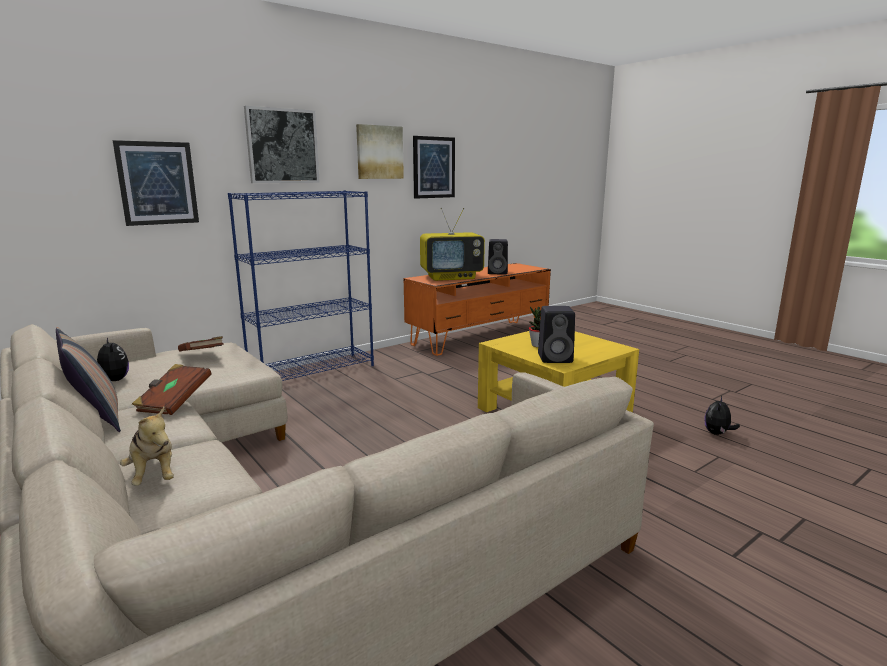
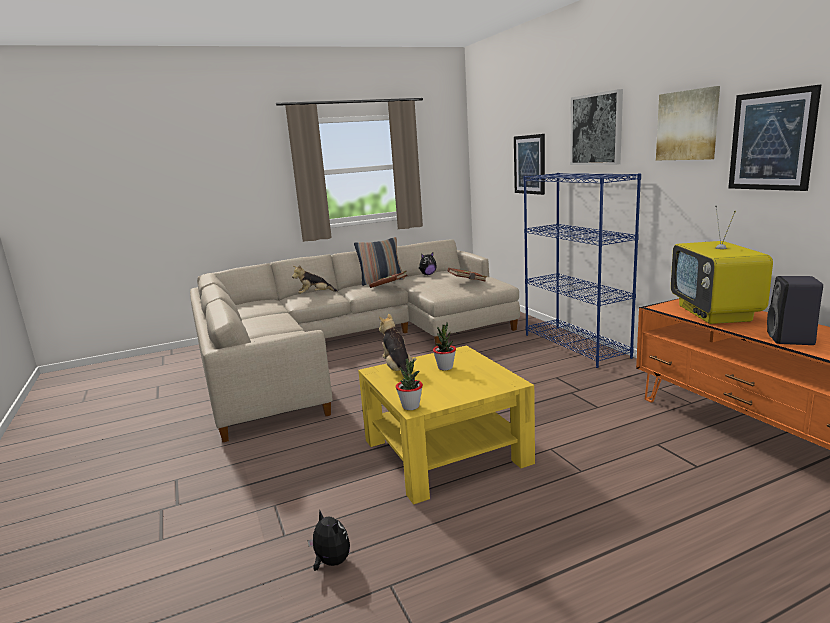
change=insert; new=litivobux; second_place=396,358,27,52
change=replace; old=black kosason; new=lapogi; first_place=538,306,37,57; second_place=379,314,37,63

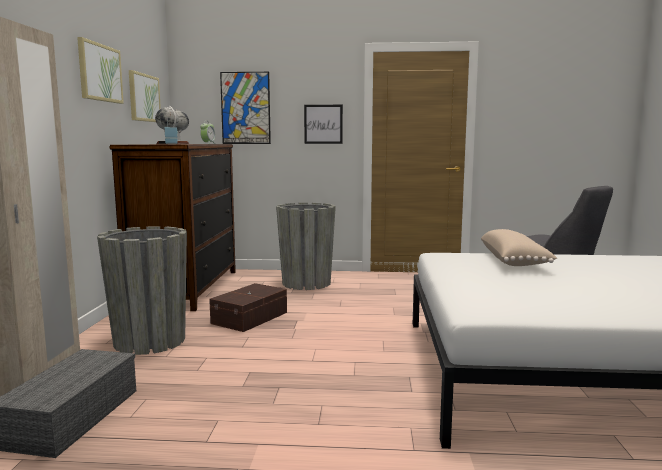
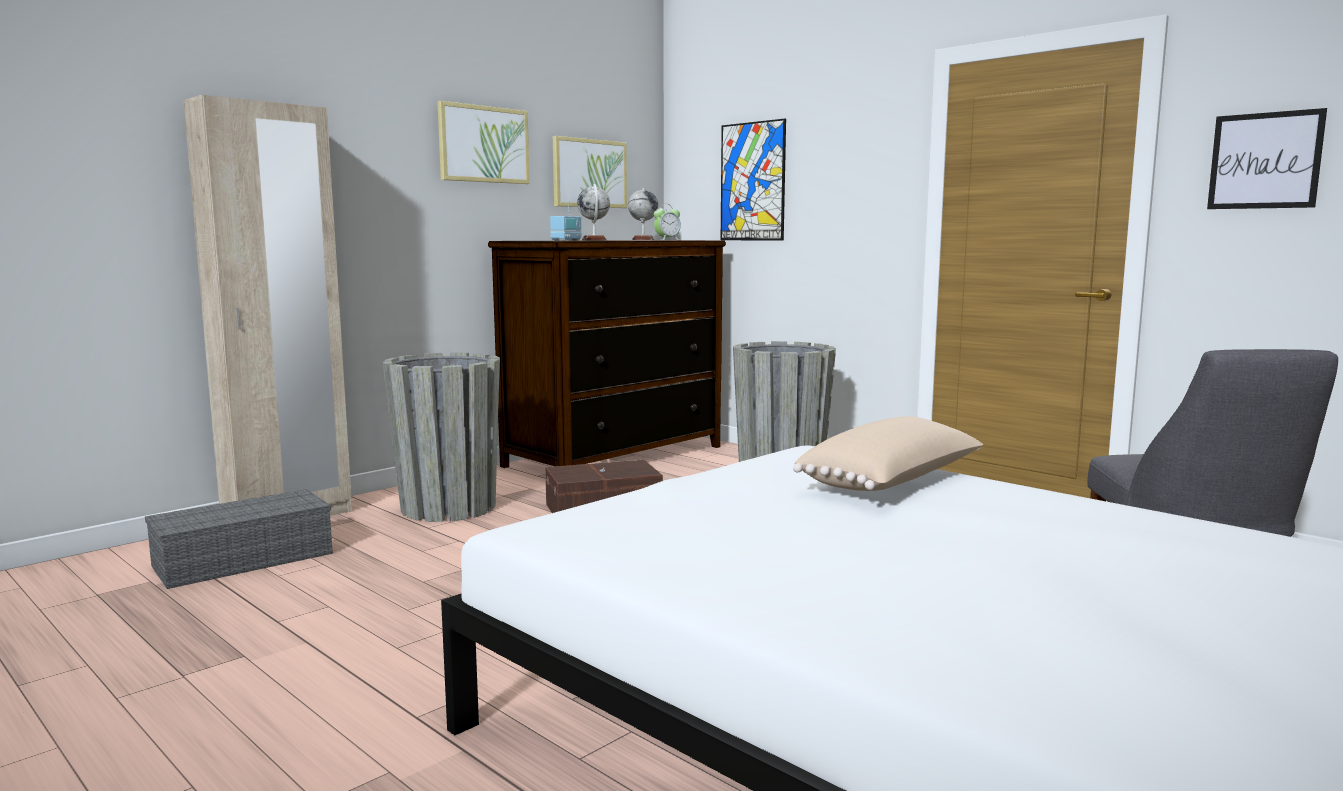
change=move; old=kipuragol; first_place=304,105,39,39; second_place=1207,108,120,101

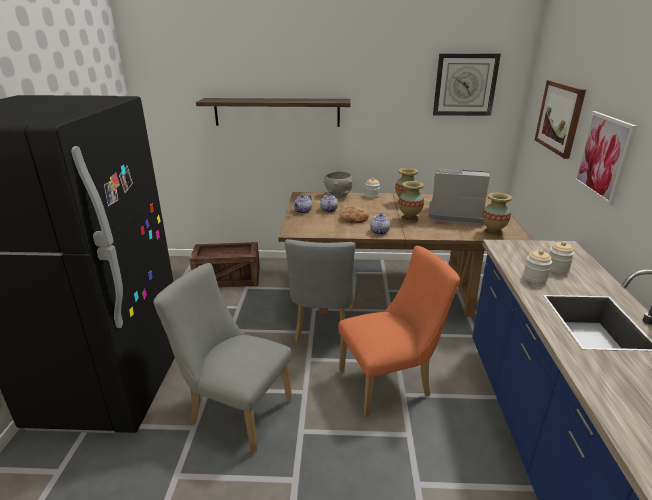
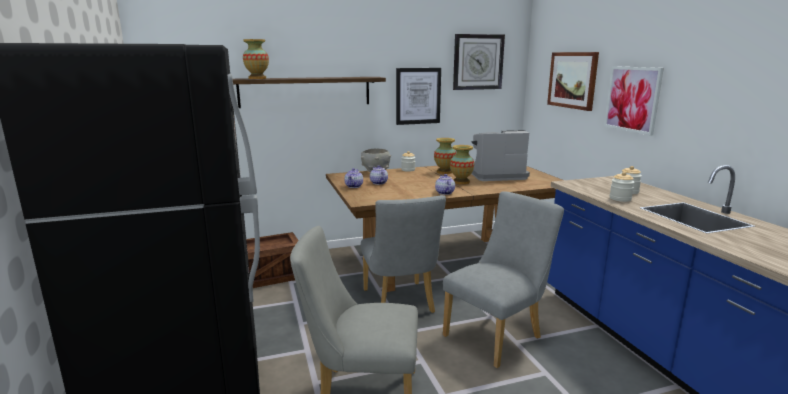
change=delete; old=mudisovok; first_place=340,206,29,17
change=insert; new=kipuragol; second_place=396,68,45,57
change=move; old=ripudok; first_place=482,193,30,45; second_place=243,39,26,40
change=recolor; old=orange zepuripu; new=grey zepuripu; first_place=338,246,122,171; second_place=443,191,121,177

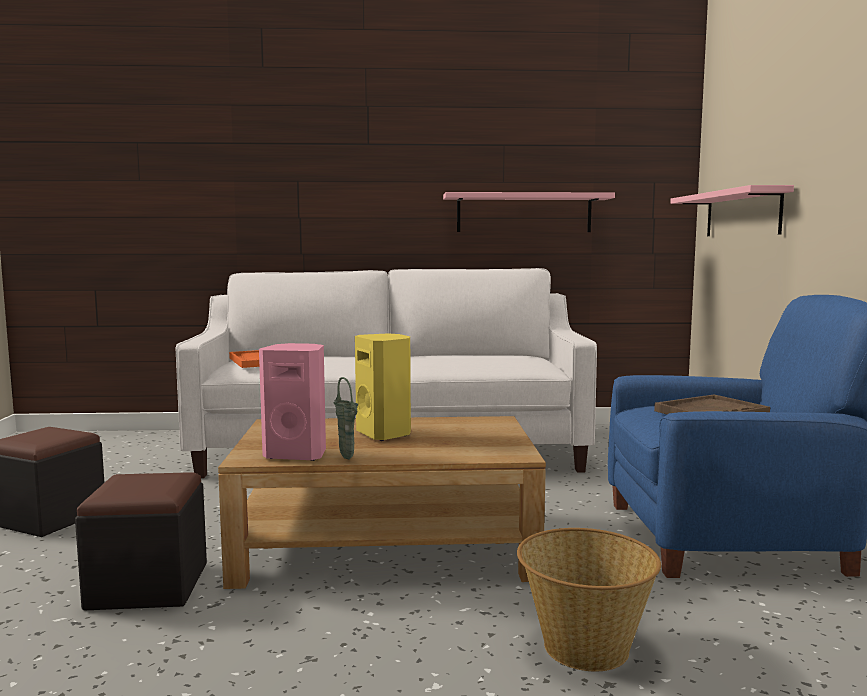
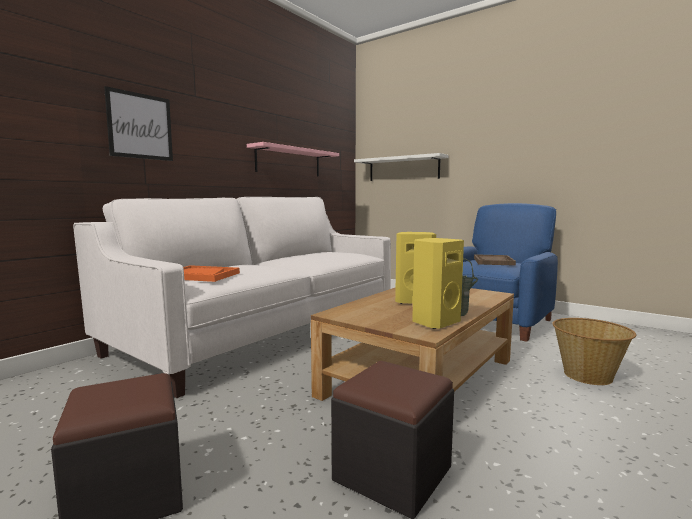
change=insert; new=kipuragol; second_place=104,86,69,75
change=recolor; old=pink kosason; new=yellow kosason; first_place=259,343,67,118; second_place=412,238,52,91
change=recolor; old=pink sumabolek; new=white sumabolek; first_place=670,185,124,51; second_place=354,153,95,28

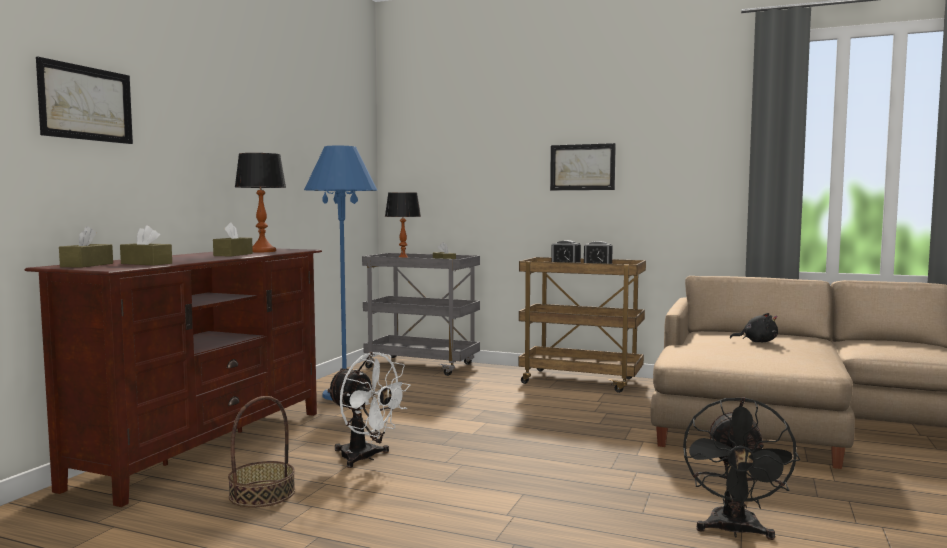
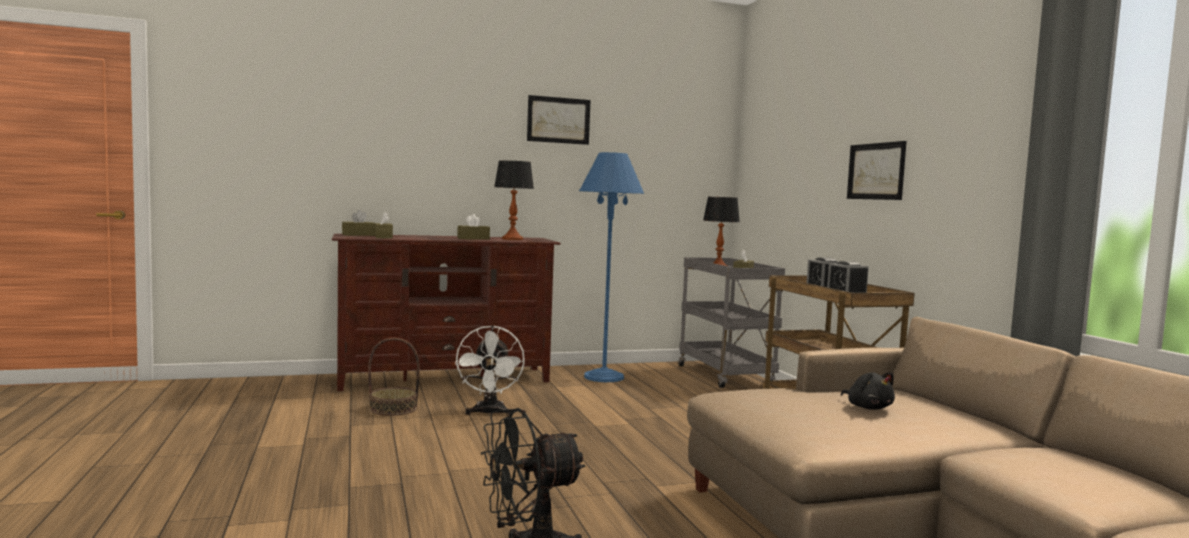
change=move; old=kipuragol; first_place=36,57,97,87; second_place=527,95,64,50

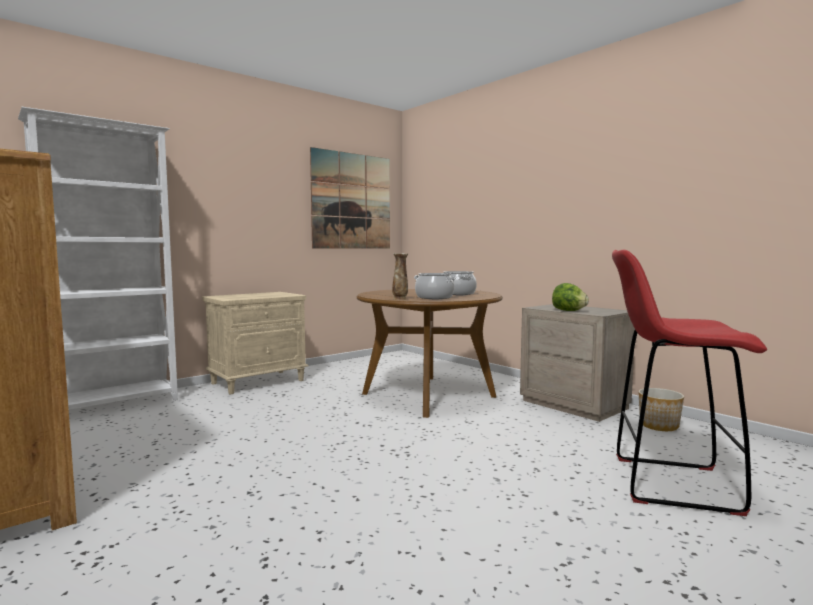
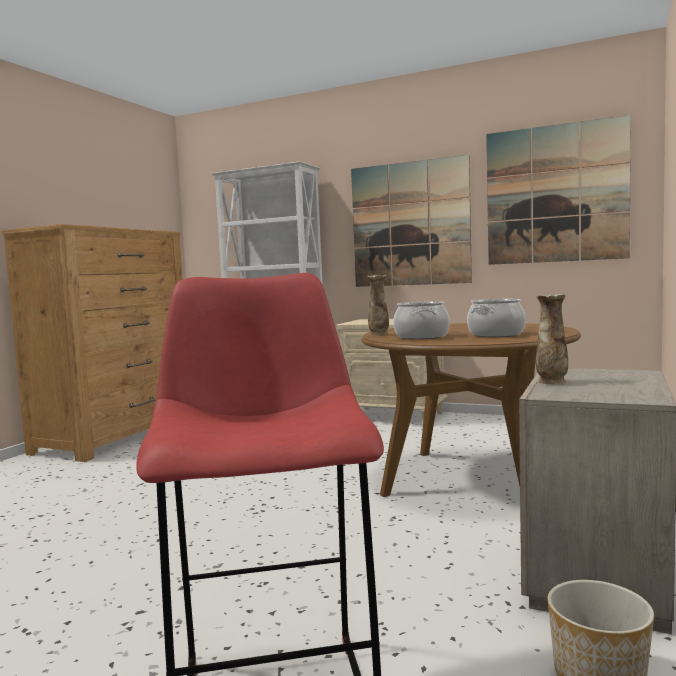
change=insert; new=kipuragol; second_place=351,155,121,132
change=replace; old=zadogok; new=ripudok; first_place=552,283,37,28; second_place=536,294,32,90

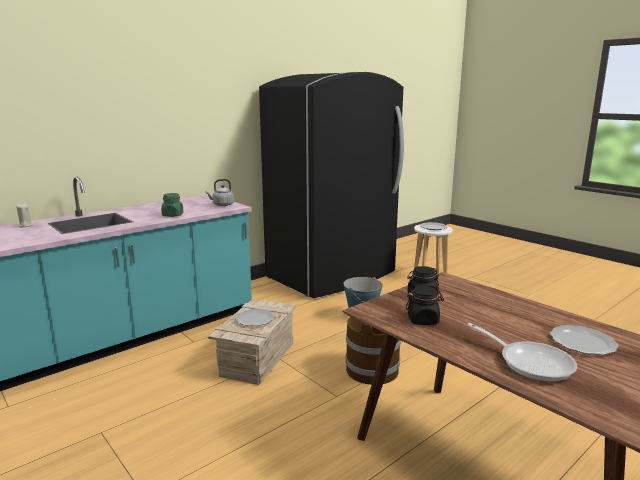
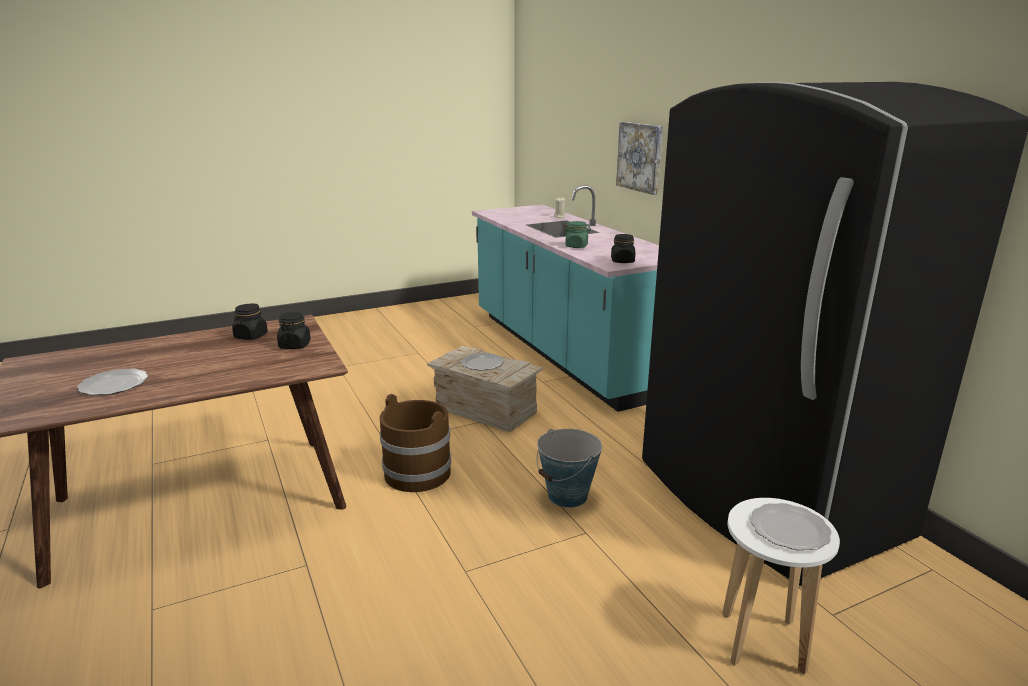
change=delete; old=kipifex; first_place=467,323,110,59
change=insert; new=kipuragol; second_place=616,122,47,73
change=replace; old=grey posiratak; new=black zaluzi; first_place=206,179,28,27; second_place=611,234,24,29

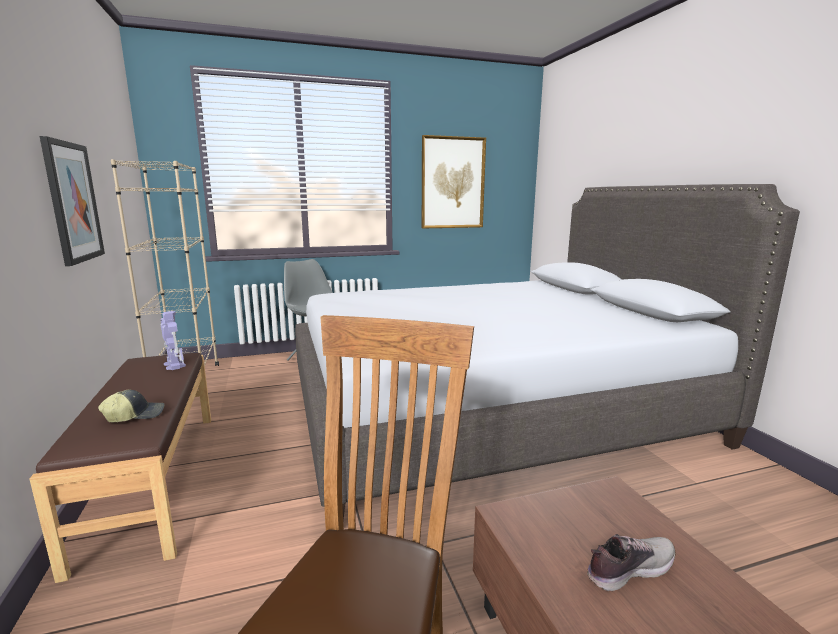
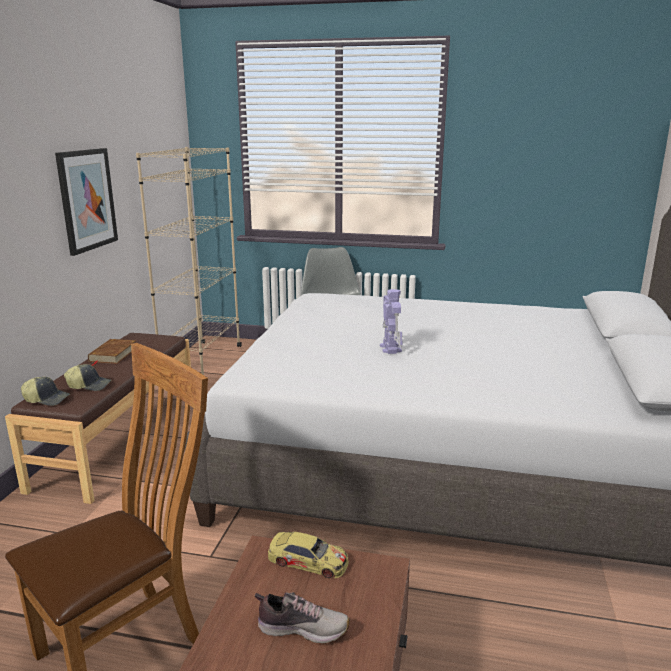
change=delete; old=kipuragol; first_place=422,135,64,93
change=insert; new=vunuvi; second_place=21,377,49,29
change=insert; new=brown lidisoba; second_place=88,339,49,27
change=insert; new=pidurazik; second_place=268,532,81,46
change=move; old=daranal; first_place=161,311,25,59; second_place=380,289,22,65

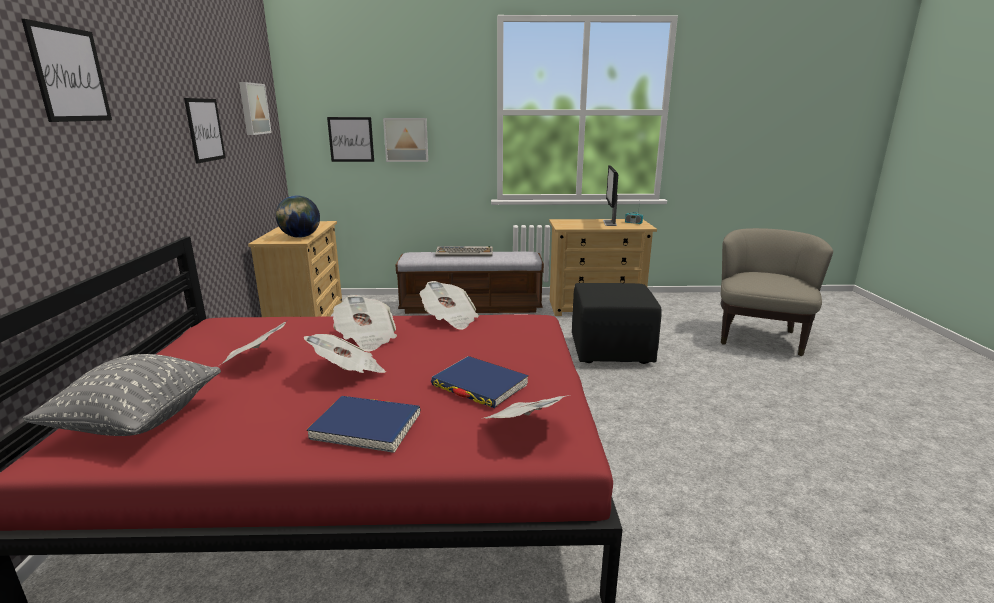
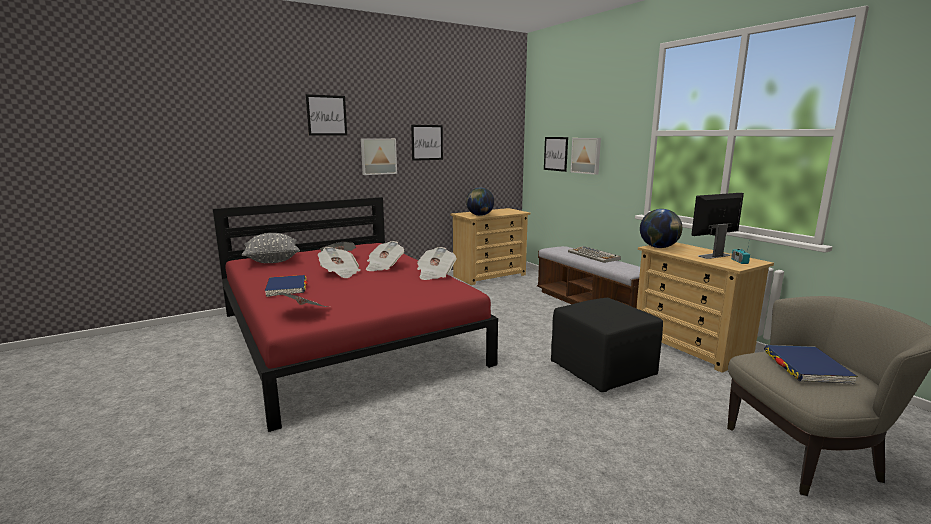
change=insert; new=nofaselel; second_place=640,209,42,39
change=move; old=kipuragol; first_place=239,82,33,53; second_place=361,138,36,37
change=move; old=blue lidisoba; first_place=431,356,98,52; second_place=764,345,94,40

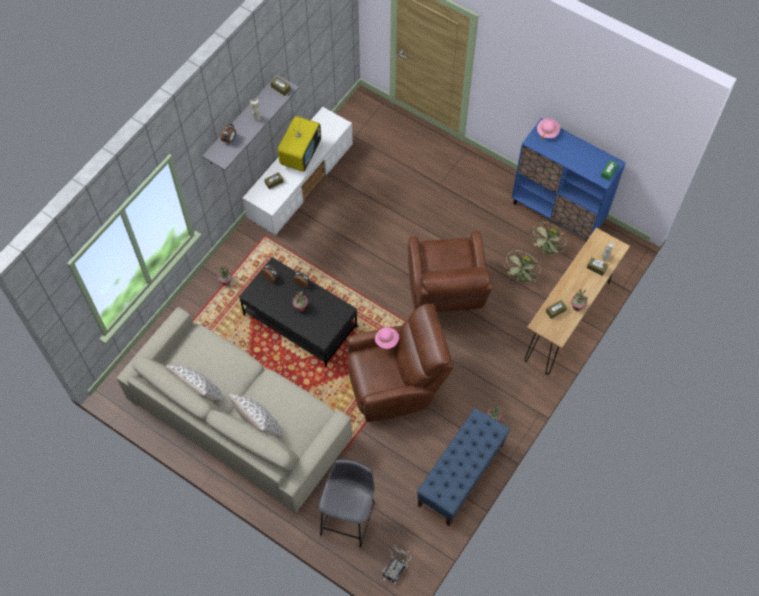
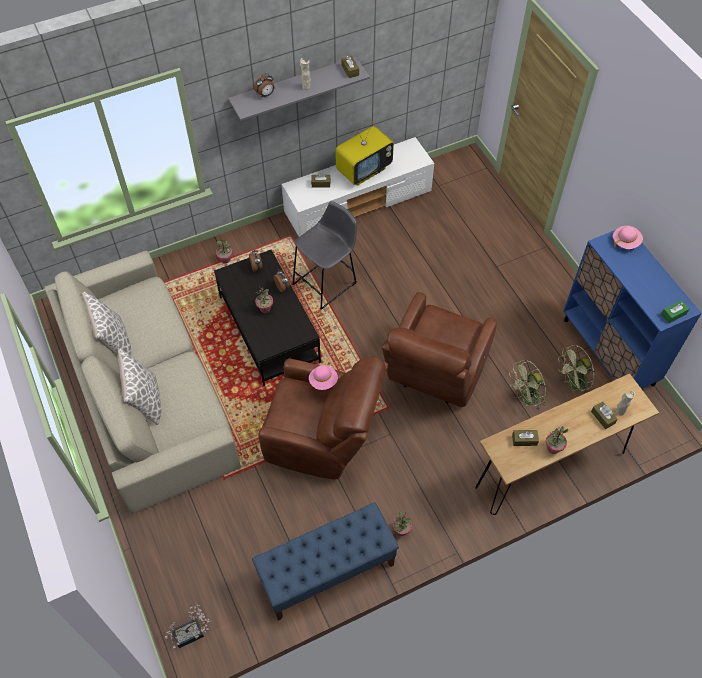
change=move; old=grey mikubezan; first_place=319,460,56,88; second_place=292,201,65,109

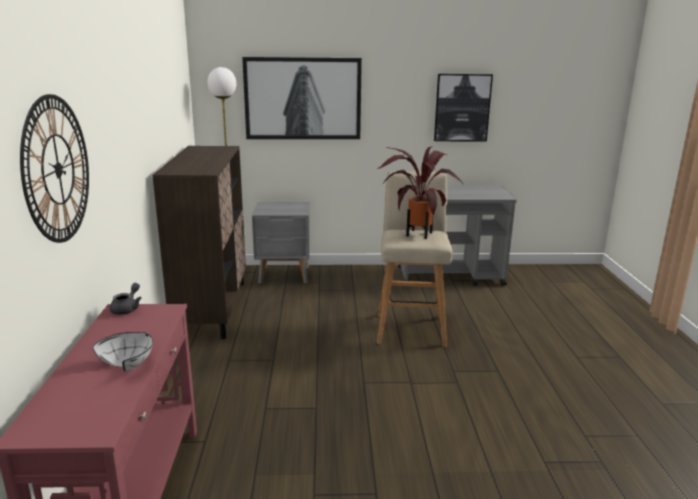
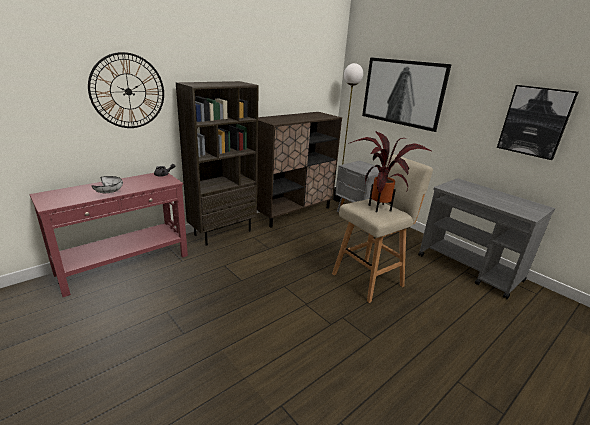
change=insert; new=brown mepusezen; second_place=176,81,83,165

